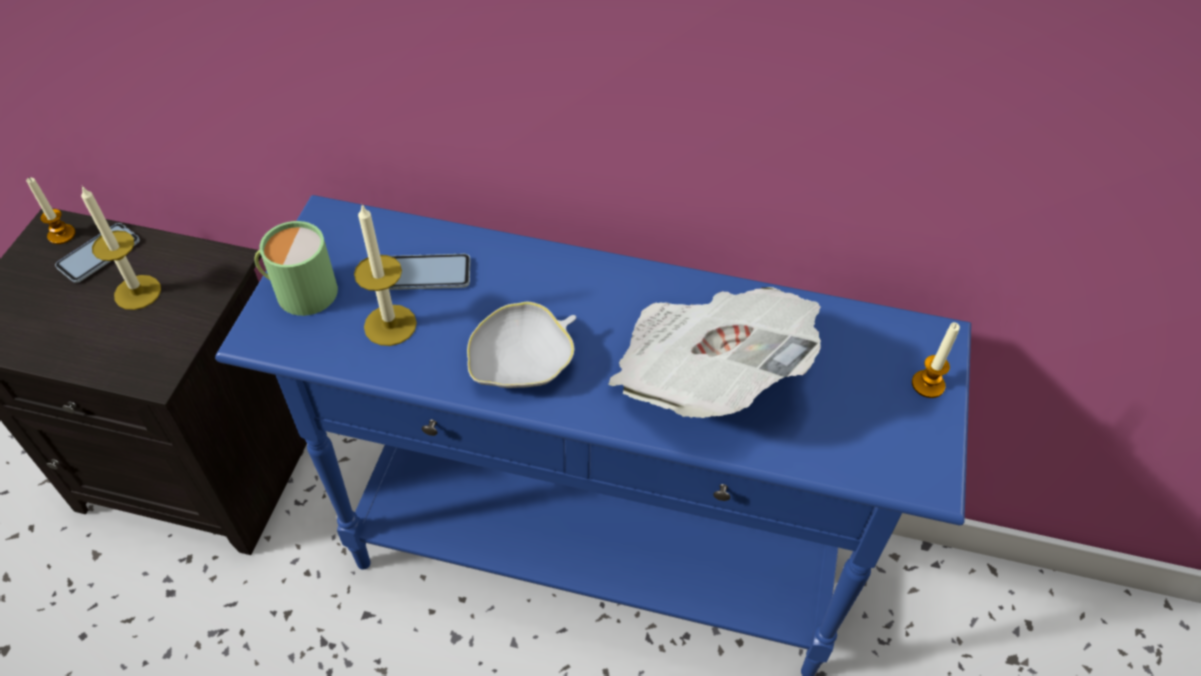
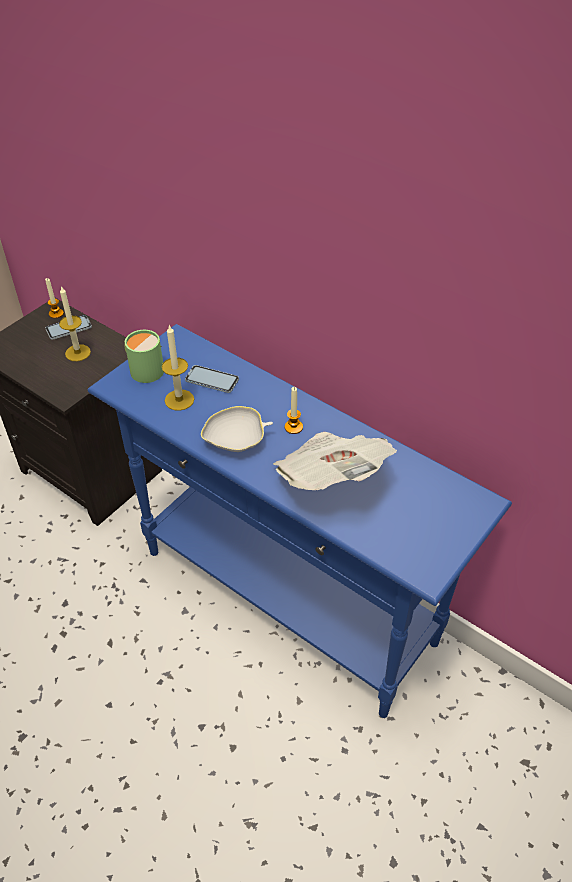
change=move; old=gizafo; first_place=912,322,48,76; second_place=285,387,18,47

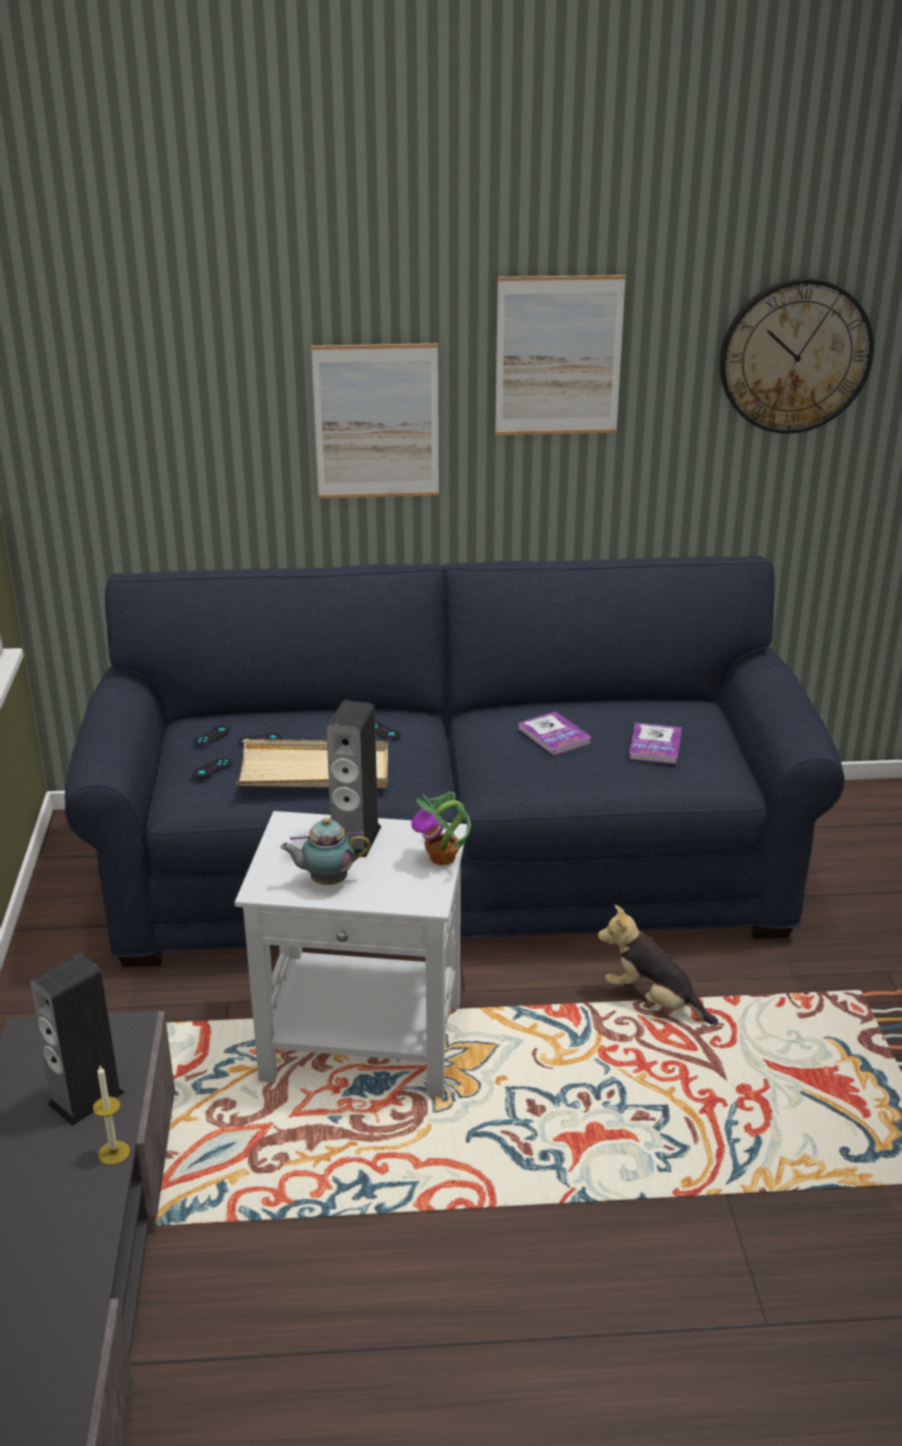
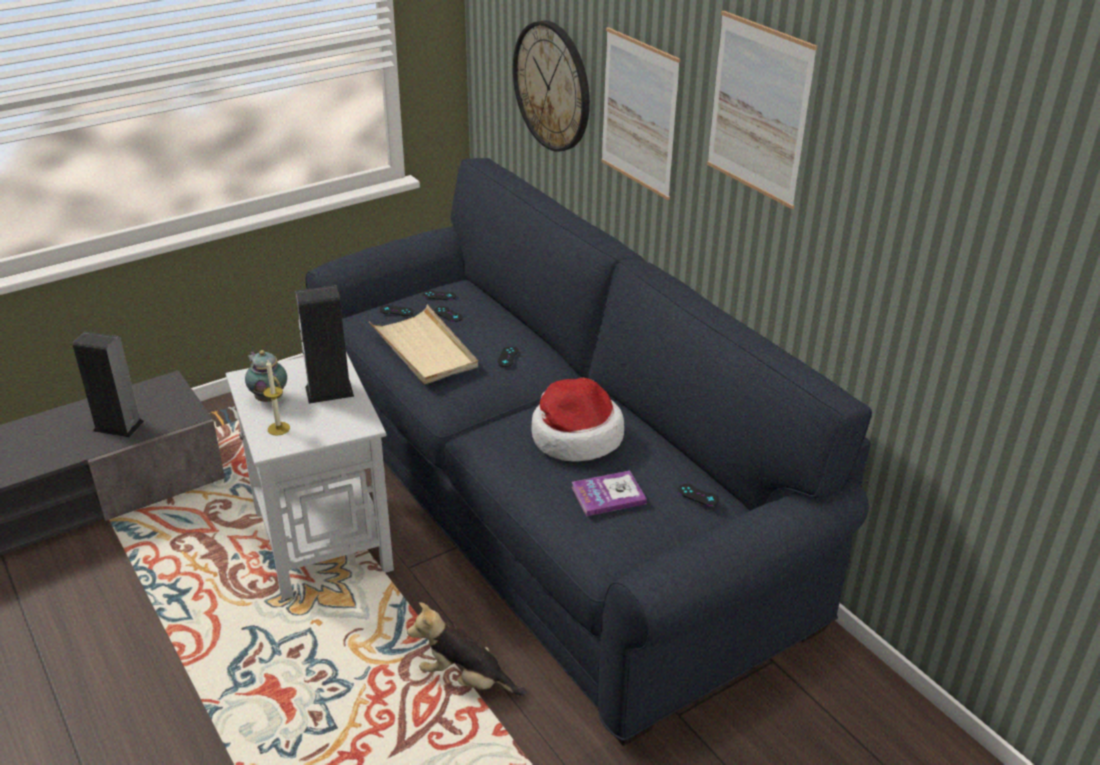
change=delete; old=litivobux; first_place=411,792,60,73
change=insert; new=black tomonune; second_place=678,484,41,22
change=move; old=gizafo; first_place=93,1066,37,99; second_place=263,360,27,76
change=move; old=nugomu; first_place=720,278,154,156; second_place=513,20,77,132
change=replace; old=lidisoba; new=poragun; first_place=518,711,74,44; second_place=532,378,92,84
change=rotate; old=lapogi; first_place=598,905,121,120; second_place=407,602,120,94; degrees=-75

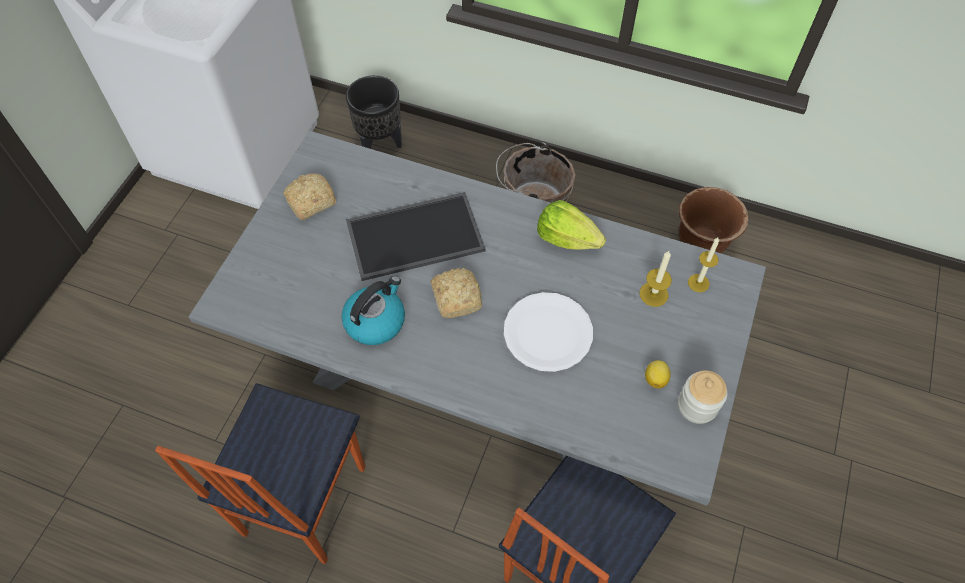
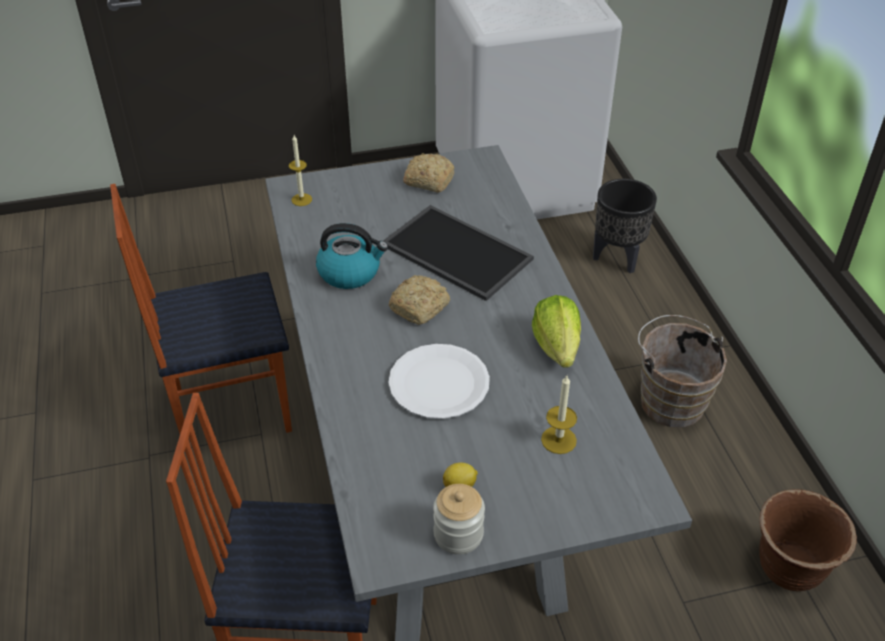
change=move; old=gizafo; first_place=688,237,31,55; second_place=289,135,23,71

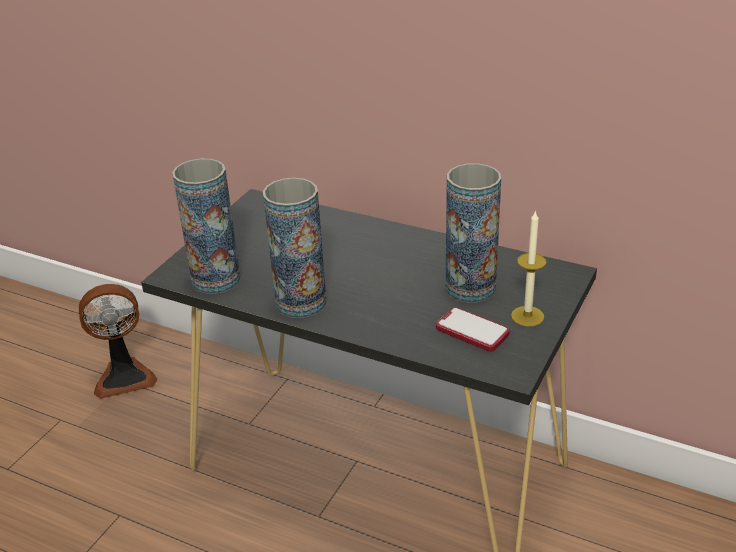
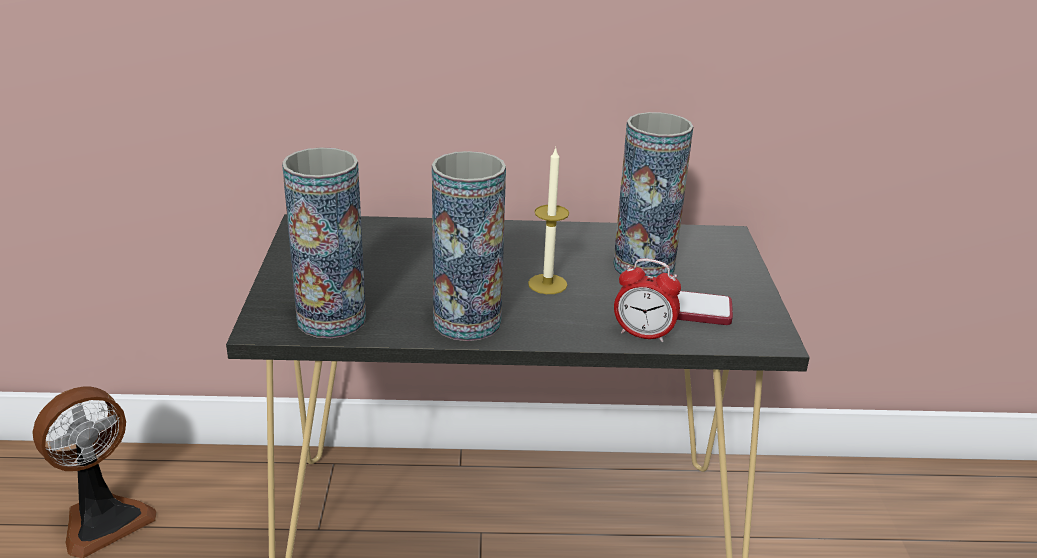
change=insert; new=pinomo; second_place=614,258,67,84
change=move; old=gizafo; first_place=511,210,36,117; second_place=528,147,41,147

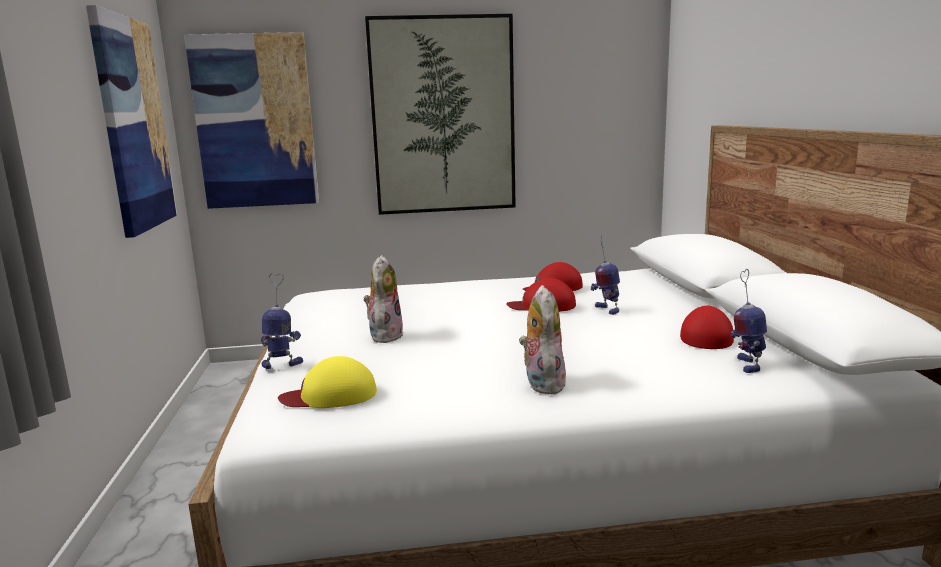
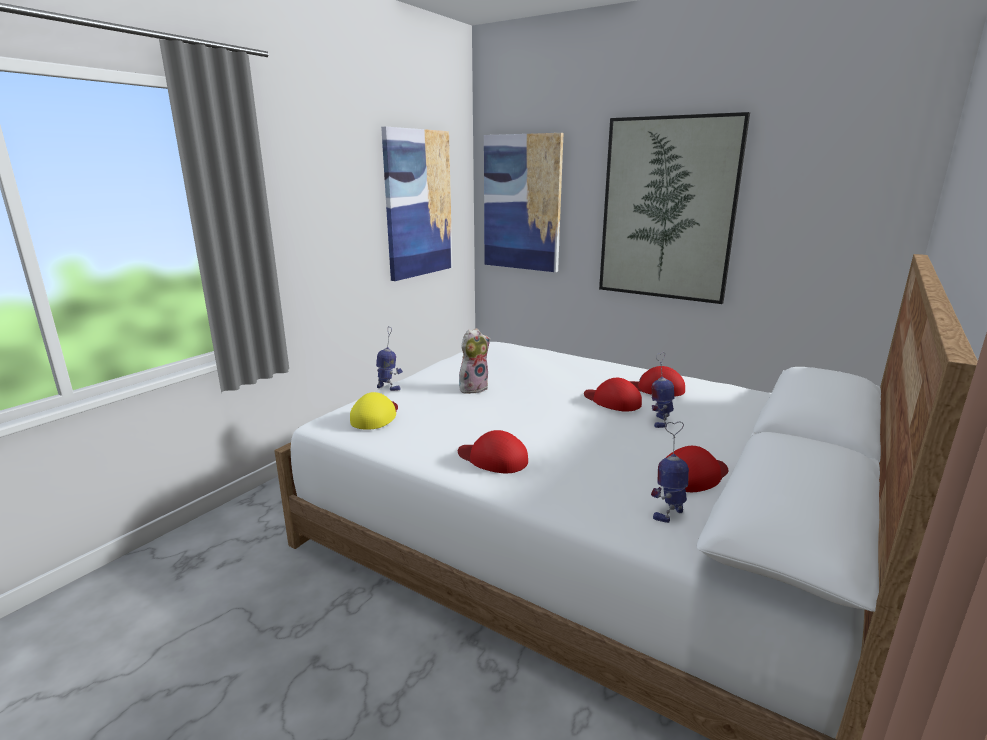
change=replace; old=lapogi; new=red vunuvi; first_place=519,285,47,110; second_place=458,430,70,43
change=rotate; old=yellow vunuvi; first_place=278,356,99,52; second_place=350,392,48,38; degrees=75

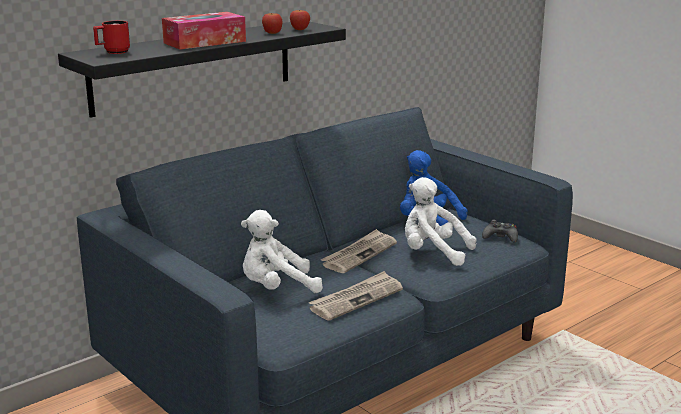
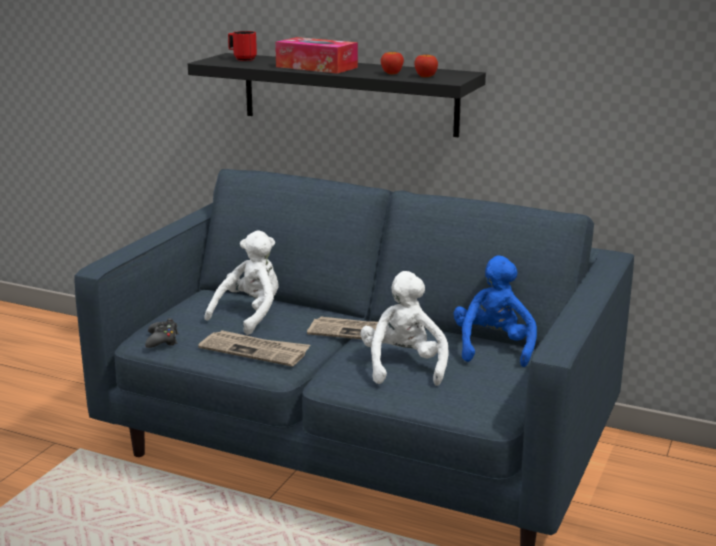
change=move; old=black tomonune; first_place=482,220,36,22; second_place=145,318,34,30
change=rotate; old=white lapogi; first_place=241,210,82,83; second_place=204,230,75,105; degrees=75

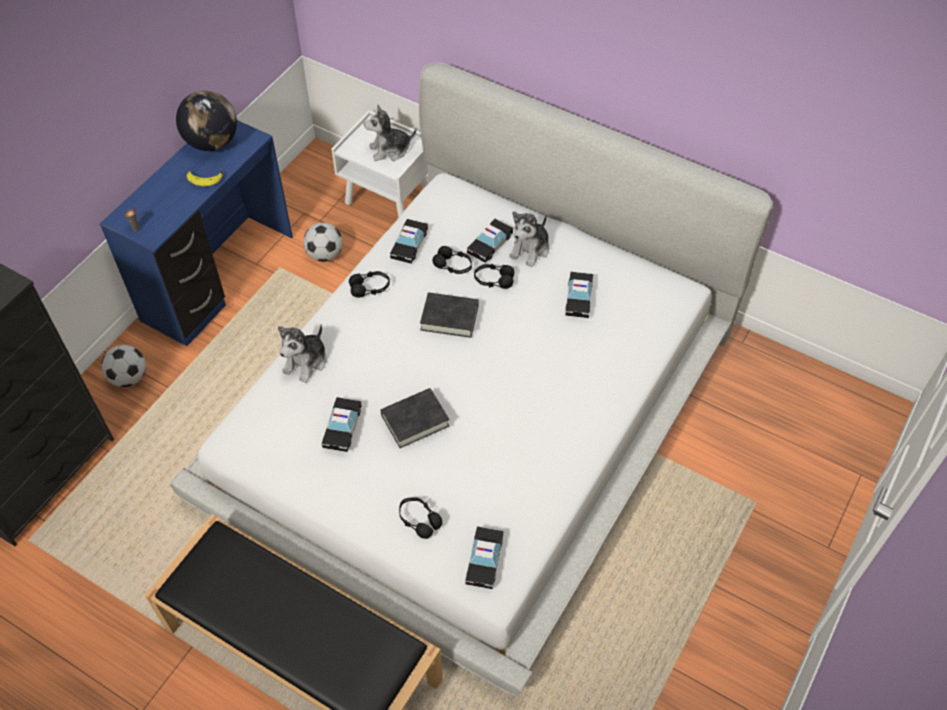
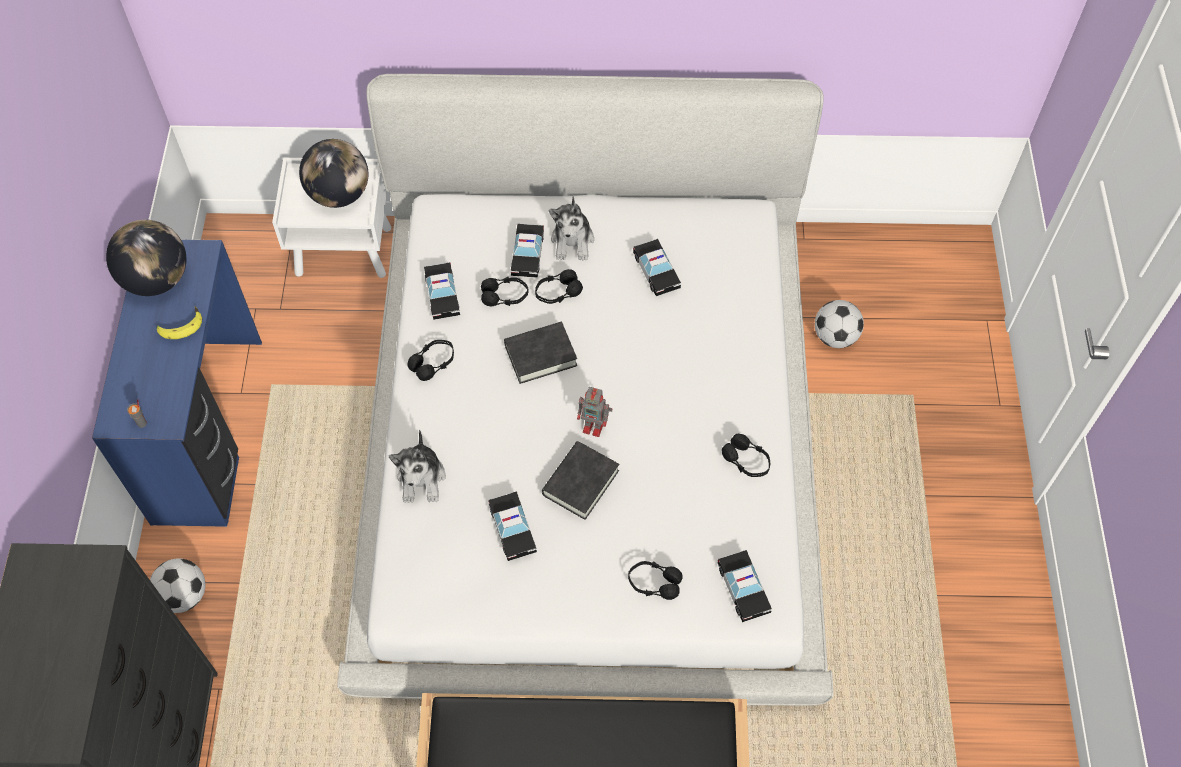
change=insert; new=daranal; second_place=577,387,35,50
change=insert; new=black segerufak; second_place=722,434,48,43
change=move; old=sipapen; first_place=303,223,40,39; second_place=815,300,49,48
change=replace; old=lapogi; new=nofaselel; first_place=364,105,52,56; second_place=299,139,69,69

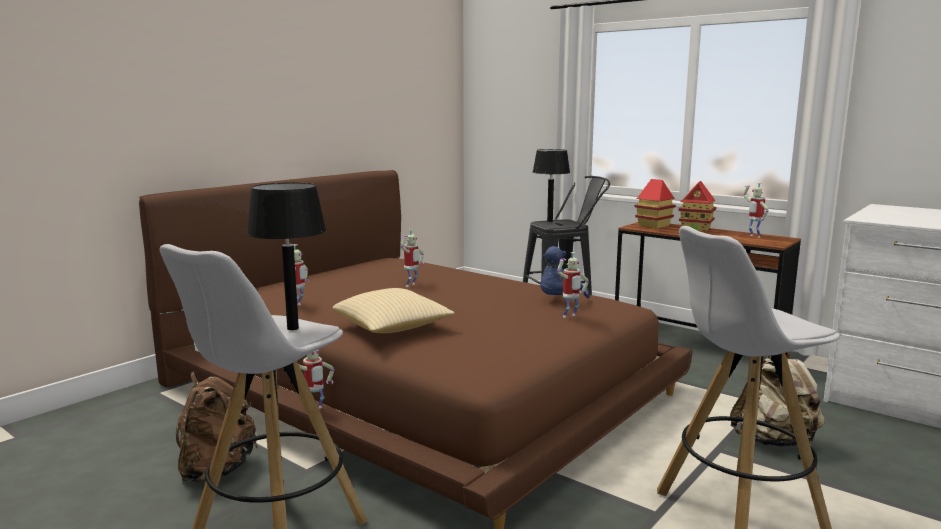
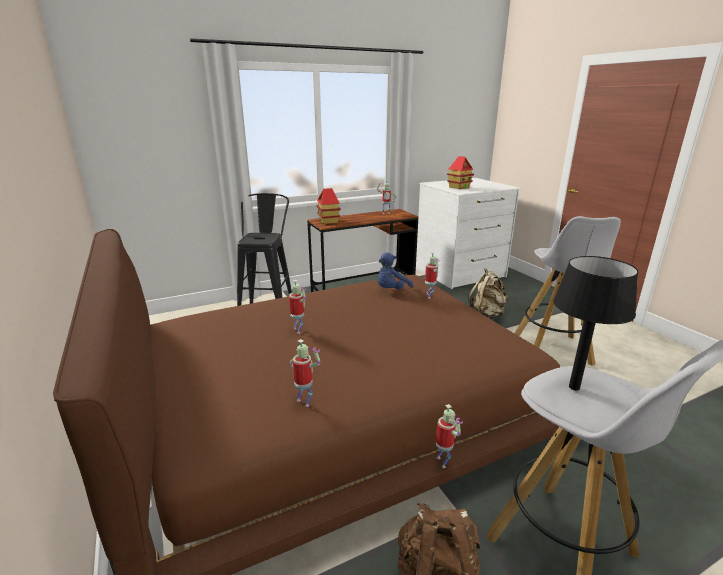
change=delete; old=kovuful; first_place=333,288,122,45
change=delete; old=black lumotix; first_place=533,149,37,73
change=move; old=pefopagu; first_place=678,181,38,51; second_place=447,156,27,33
change=rotate; old=blue lapogi; first_place=540,246,50,52; second_place=377,252,36,38; degrees=60

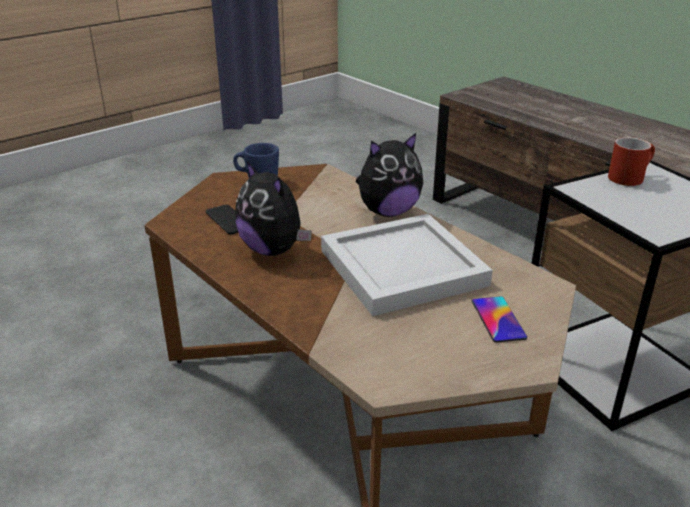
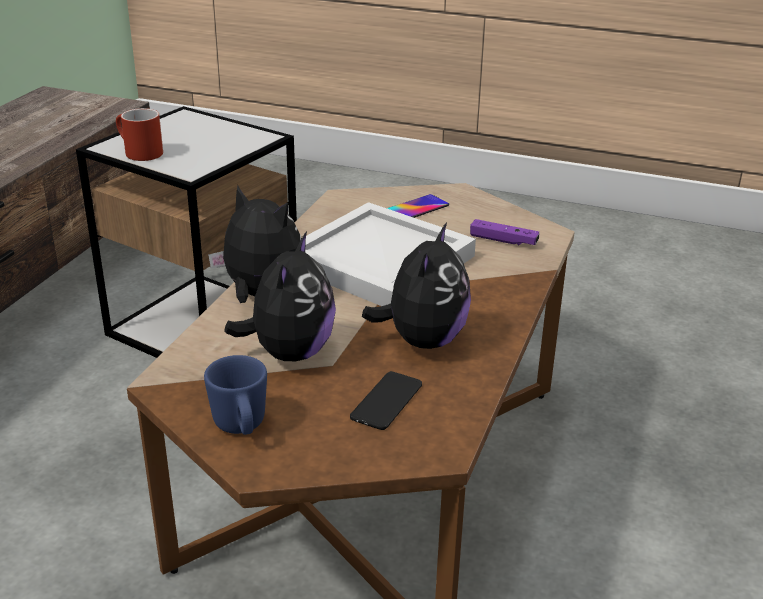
change=insert; new=lapogi; second_place=224,231,112,130
change=insert; new=purple tomonune; second_place=470,219,70,26

